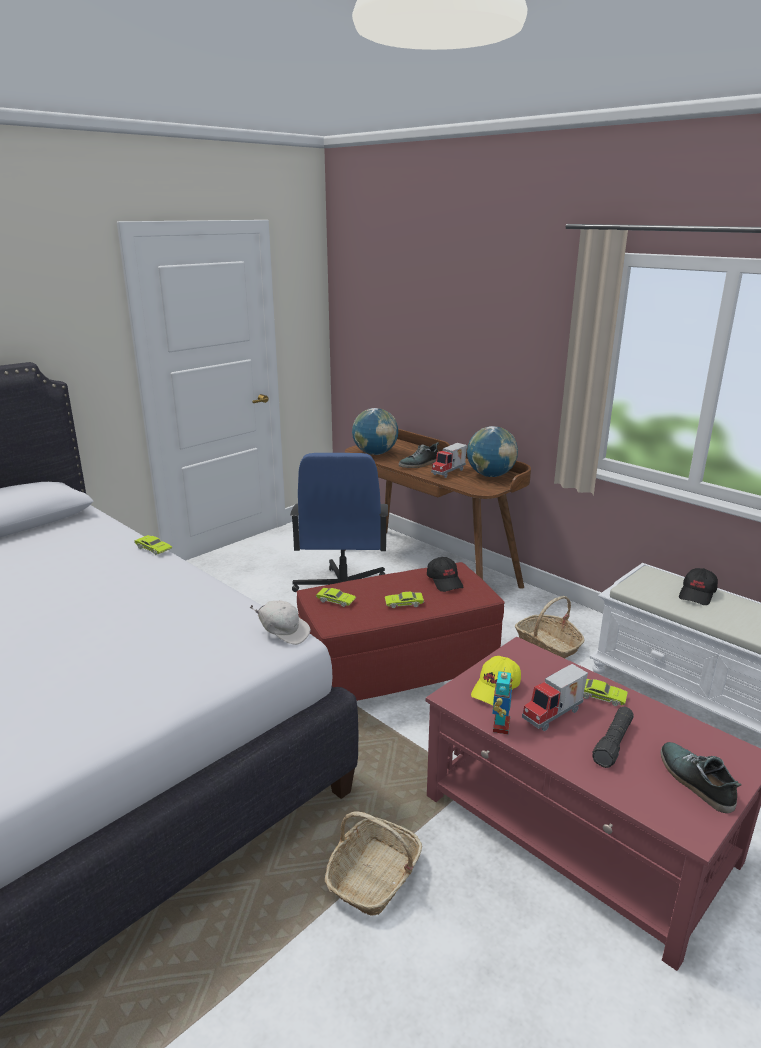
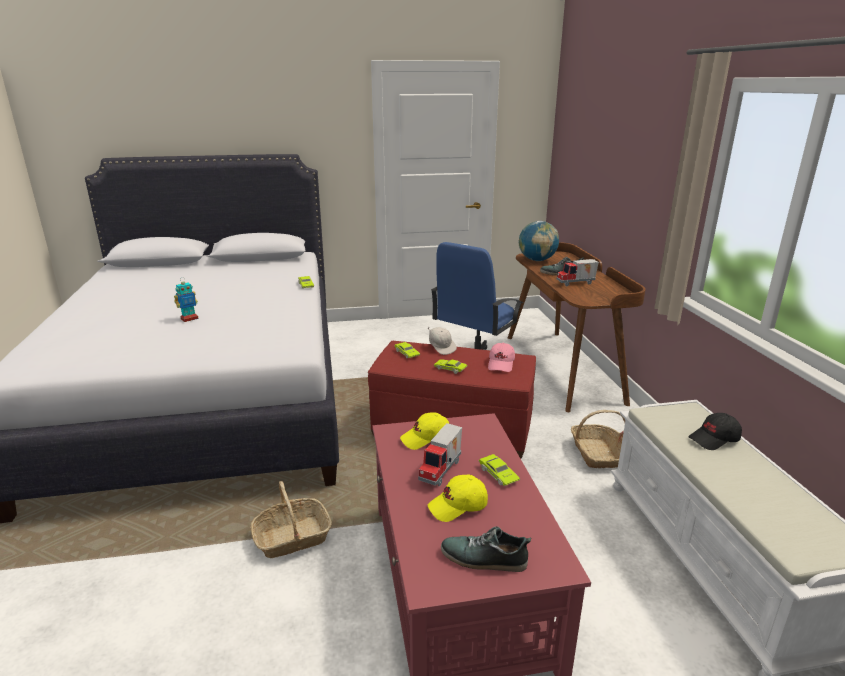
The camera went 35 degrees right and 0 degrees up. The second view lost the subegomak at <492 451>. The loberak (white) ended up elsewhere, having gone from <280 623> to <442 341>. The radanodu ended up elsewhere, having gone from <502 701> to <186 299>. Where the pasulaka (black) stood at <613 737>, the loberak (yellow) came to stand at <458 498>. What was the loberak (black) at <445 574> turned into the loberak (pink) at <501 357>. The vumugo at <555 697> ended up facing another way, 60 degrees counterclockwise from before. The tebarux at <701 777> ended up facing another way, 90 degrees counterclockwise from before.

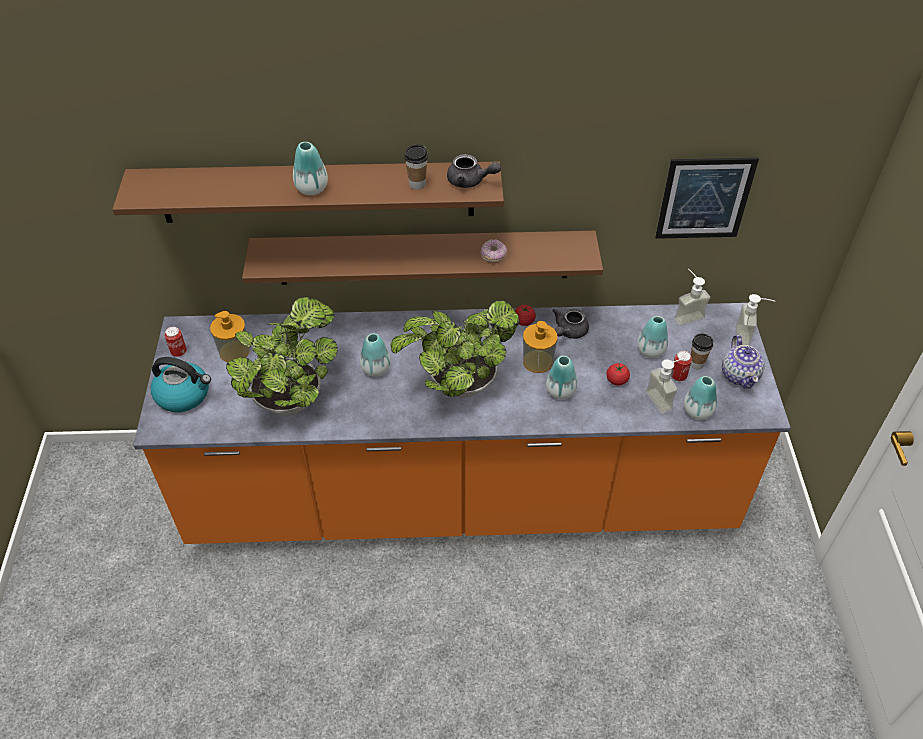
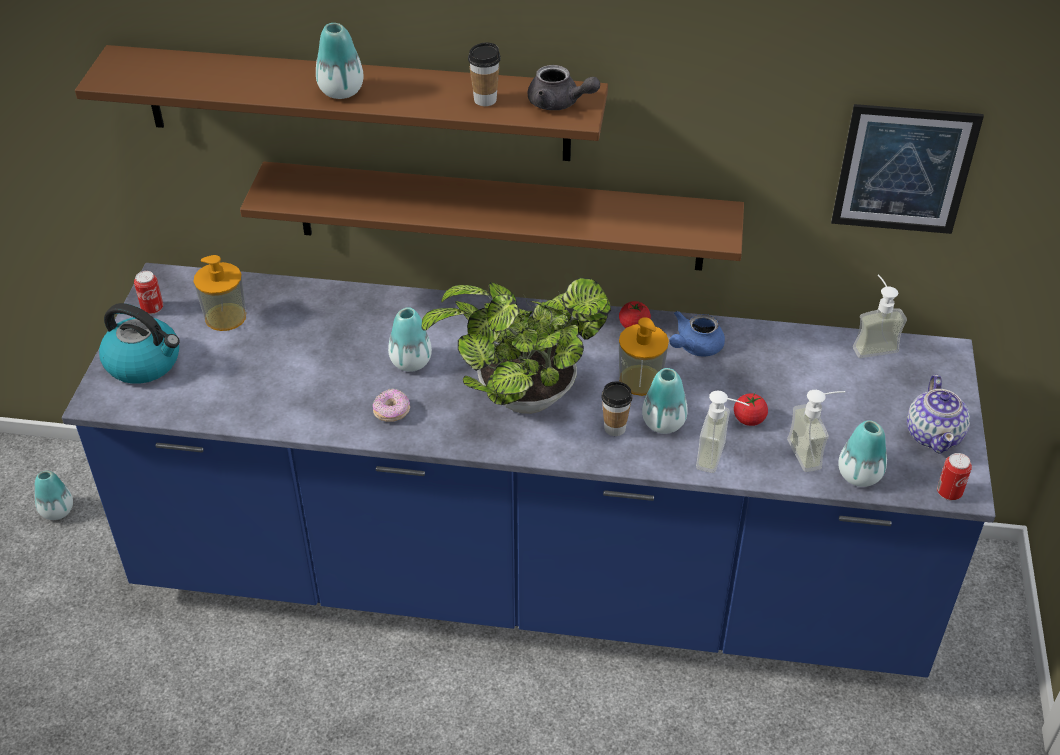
The camera went 10 degrees right and 5 degrees down. The second view lost the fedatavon at <282 356>. The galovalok ended up elsewhere, having gone from <493 250> to <391 405>. The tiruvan ended up elsewhere, having gone from <652 337> to <53 495>. The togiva ended up elsewhere, having gone from <681 366> to <954 476>. The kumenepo ended up elsewhere, having gone from <701 351> to <616 408>. The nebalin ended up elsewhere, having gone from <755 320> to <722 432>. What was the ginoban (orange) at <462 423> turned into the ginoban (blue) at <528 470>. What was the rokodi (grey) at <570 324> turned into the rokodi (blue) at <697 334>.

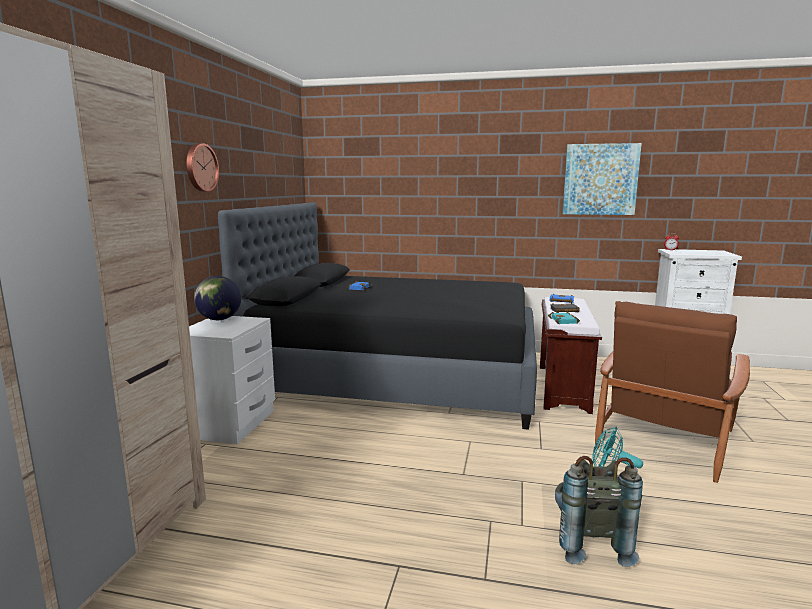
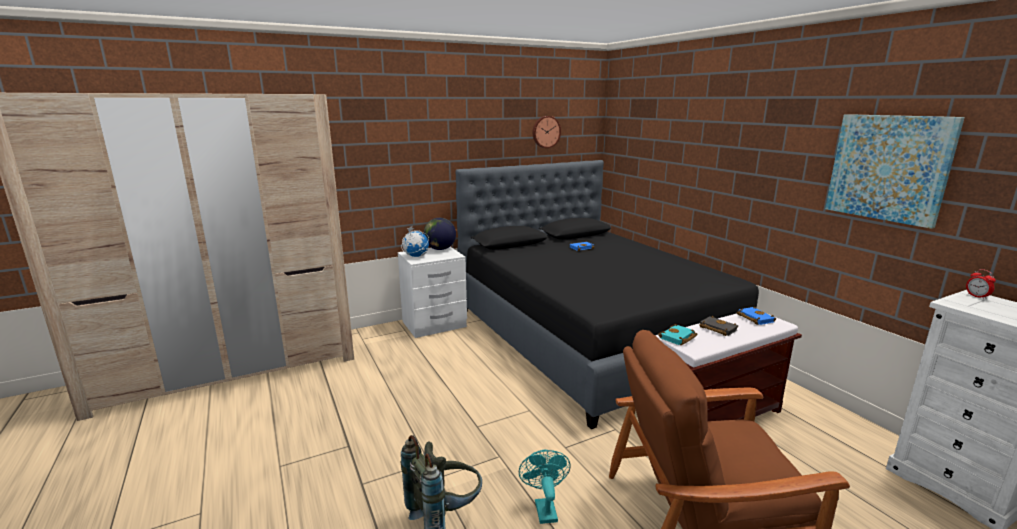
The camera went 50 degrees right and 5 degrees up. The second view gained the subegomak at <415 241>. The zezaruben ended up elsewhere, having gone from <202 167> to <547 132>.

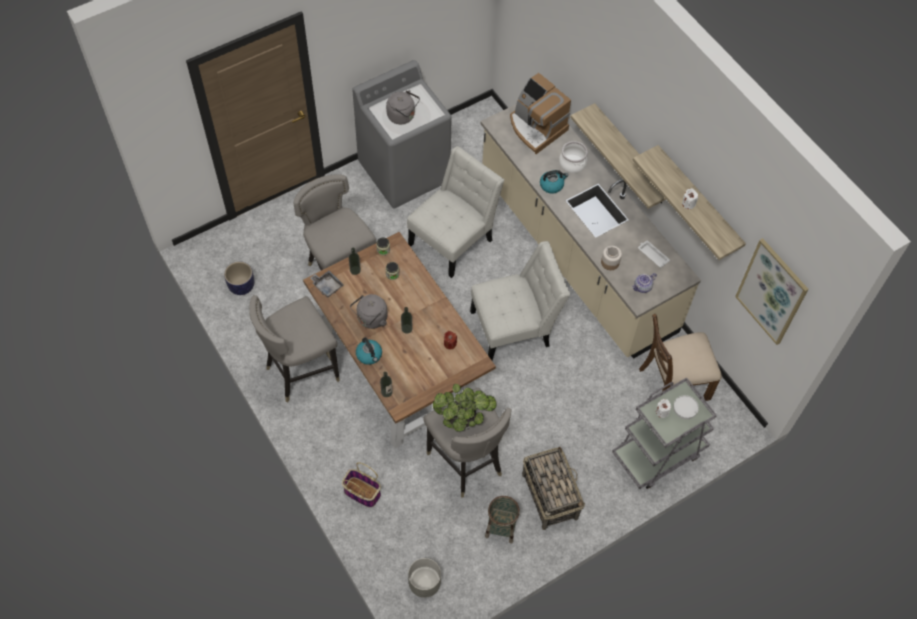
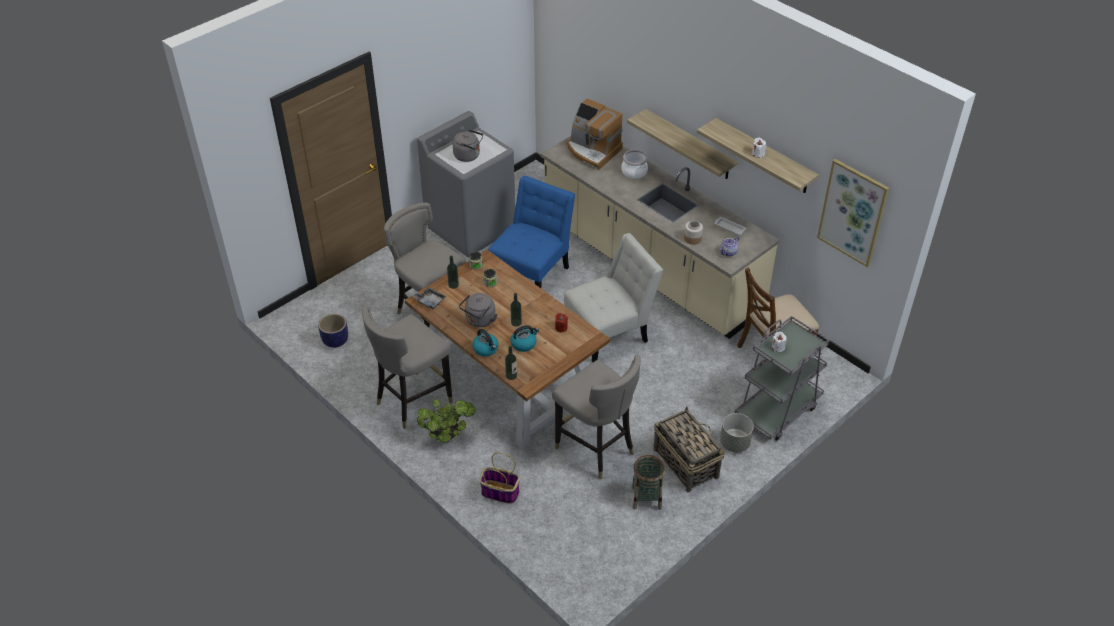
The camera went 10 degrees left and 15 degrees down. The second view lost the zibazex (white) at <686 407>. The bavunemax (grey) ended up elsewhere, having gone from <424 578> to <737 432>. The fedatavon ended up elsewhere, having gone from <465 408> to <446 421>. The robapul ended up elsewhere, having gone from <554 182> to <524 338>. What was the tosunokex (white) at <455 212> turned into the tosunokex (blue) at <531 231>.

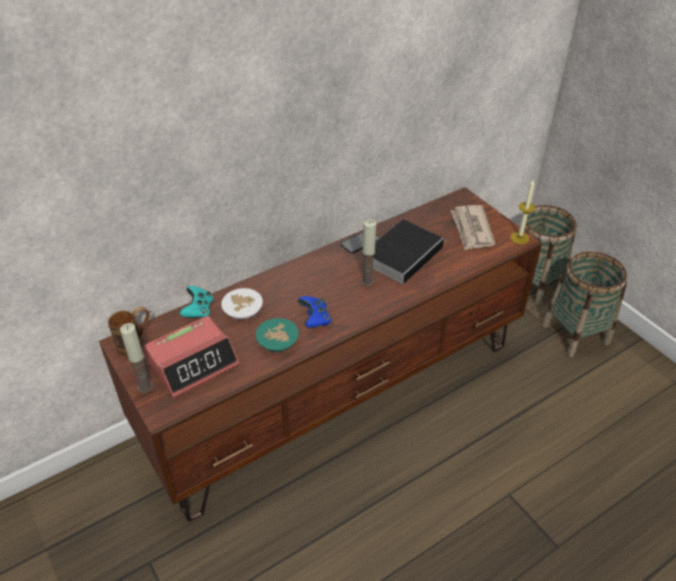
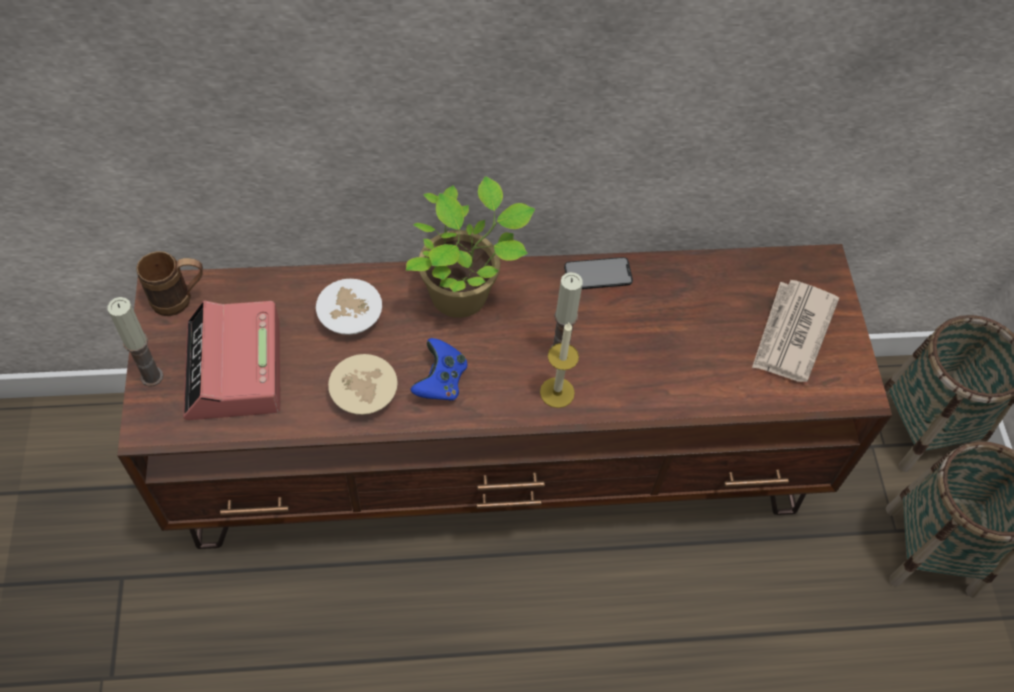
The camera went 25 degrees right and 15 degrees up. The second view lost the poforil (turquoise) at <196 302>. The second view lost the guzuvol at <409 251>. The second view gained the fedatavon at <470 247>. The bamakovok ended up elsewhere, having gone from <523 211> to <559 365>. What was the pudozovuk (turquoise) at <277 335> turned into the pudozovuk (beige) at <363 384>. The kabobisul at <191 357> ended up facing another way, 90 degrees clockwise from before.

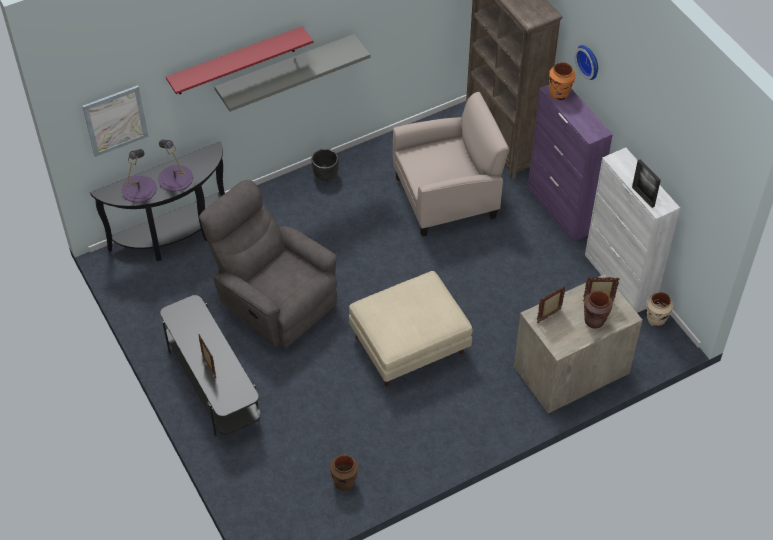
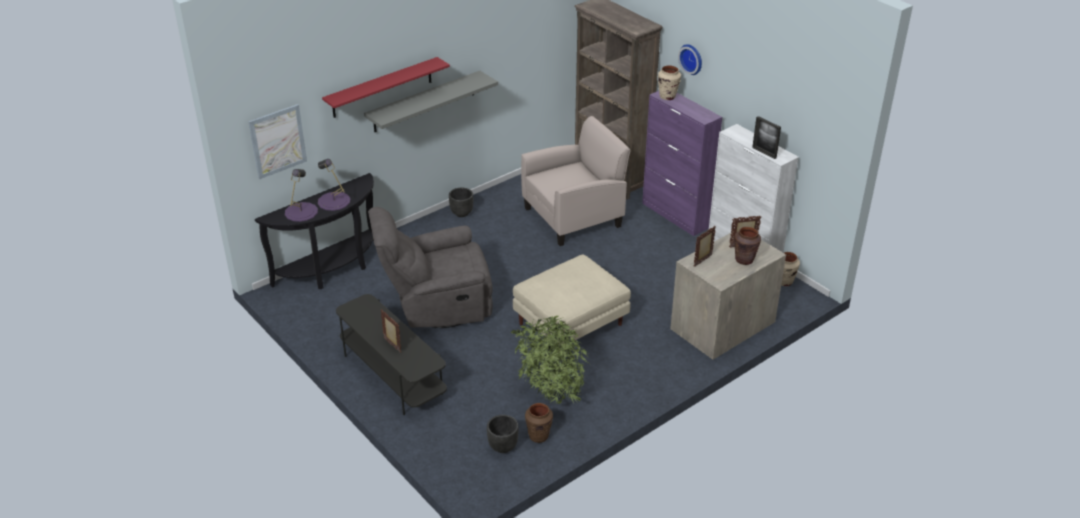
The camera went 10 degrees left and 15 degrees down. The second view gained the bavunemax (black) at <502 434>. The second view gained the fedatavon at <549 360>. What was the tiruvan (orange) at <562 81> turned into the tiruvan (beige) at <669 82>. The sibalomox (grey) at <268 264> ended up facing another way, 45 degrees counterclockwise from before.

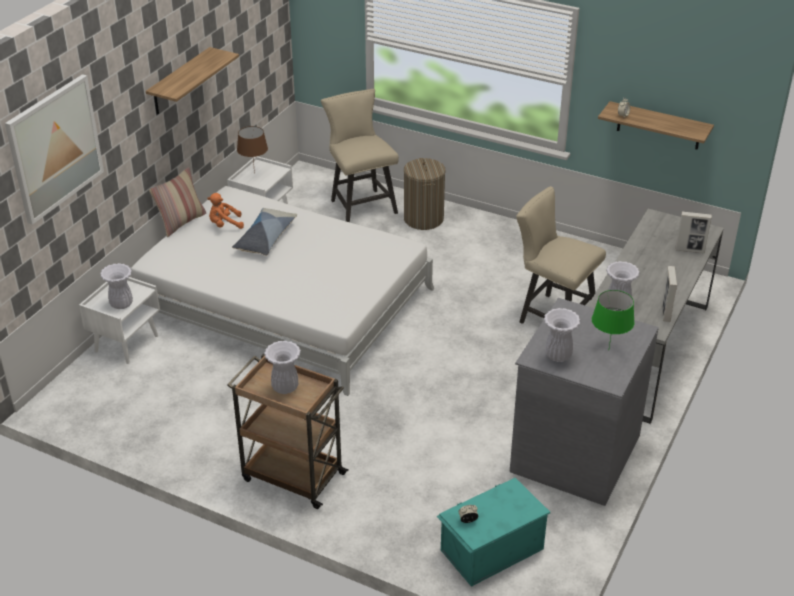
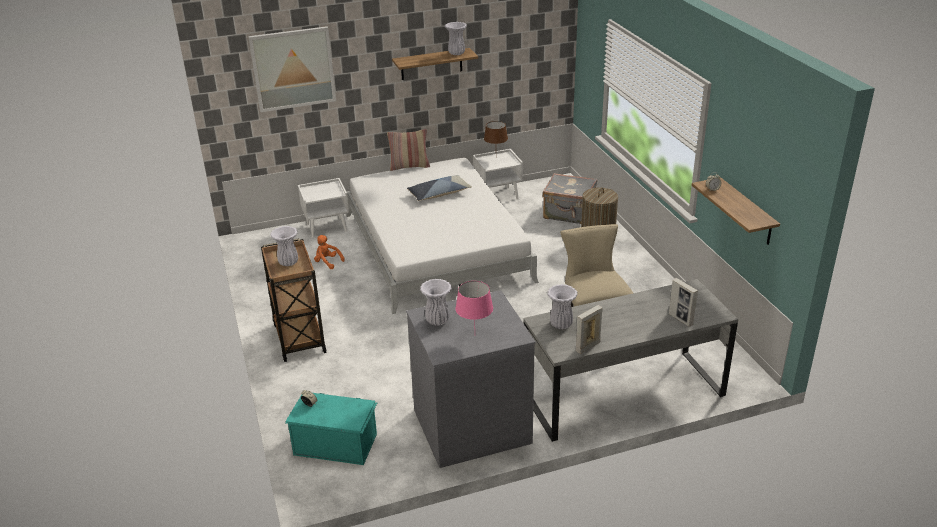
The camera went 45 degrees right and 5 degrees down. The tiruvan (white) ended up elsewhere, having gone from <116 286> to <456 38>. The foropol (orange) ended up elsewhere, having gone from <225 211> to <329 252>. Where the tosunokex (beige) stood at <360 155>, the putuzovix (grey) came to stand at <569 198>. What was the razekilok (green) at <613 320> turned into the razekilok (pink) at <474 302>.

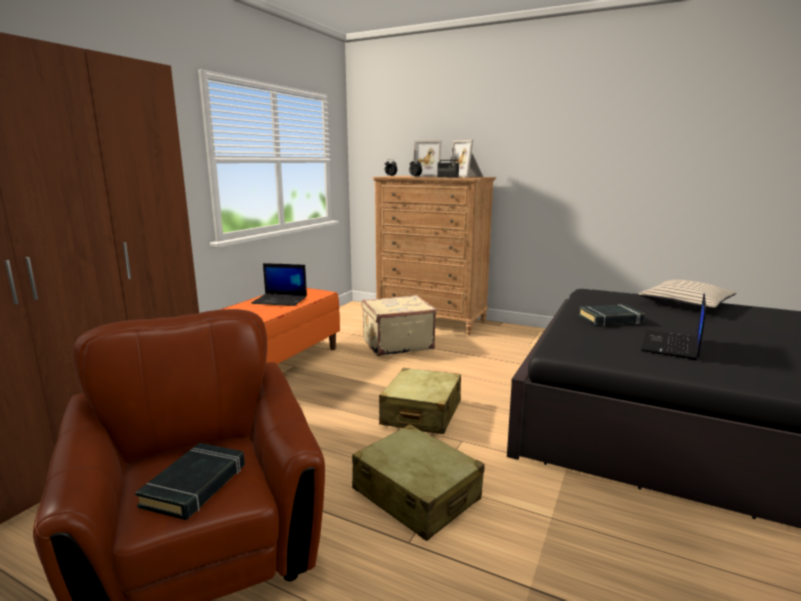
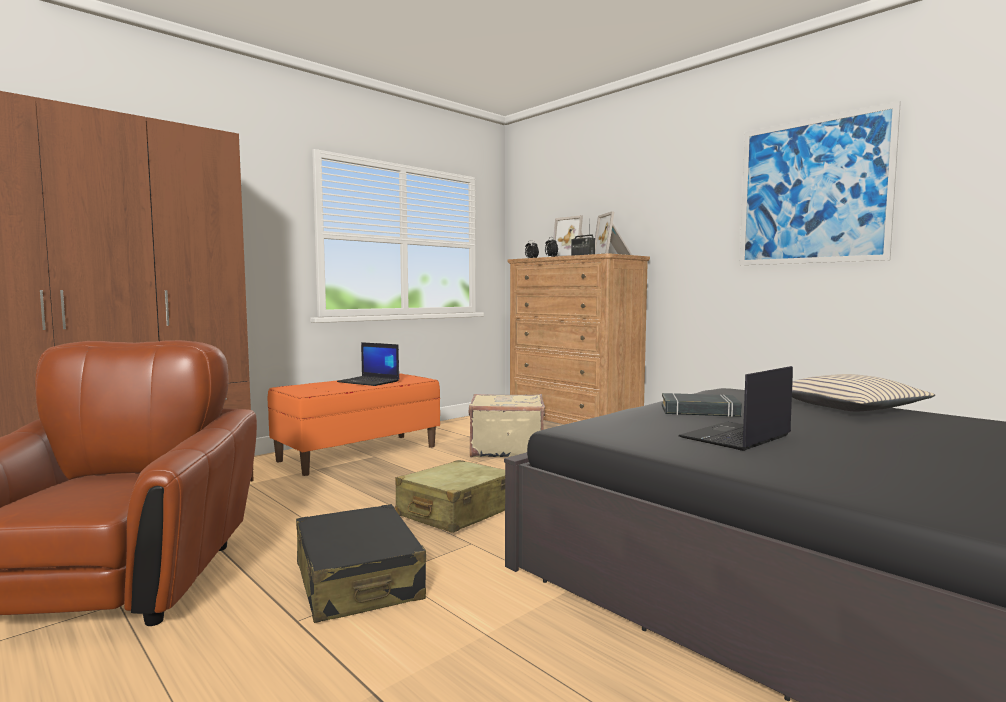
The camera went 20 degrees right and 10 degrees down. The second view lost the guzuvol (black) at <190 481>. The second view gained the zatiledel at <820 183>. What was the putuzovix (beige) at <418 482> turned into the putuzovix (black) at <361 563>.

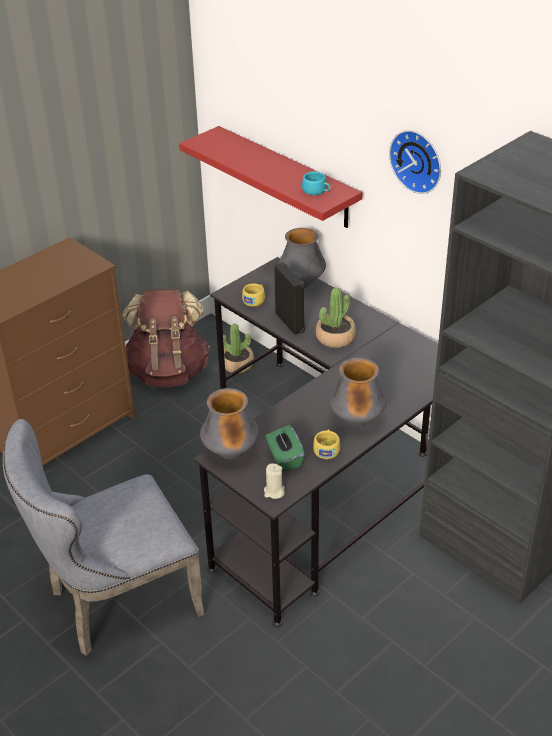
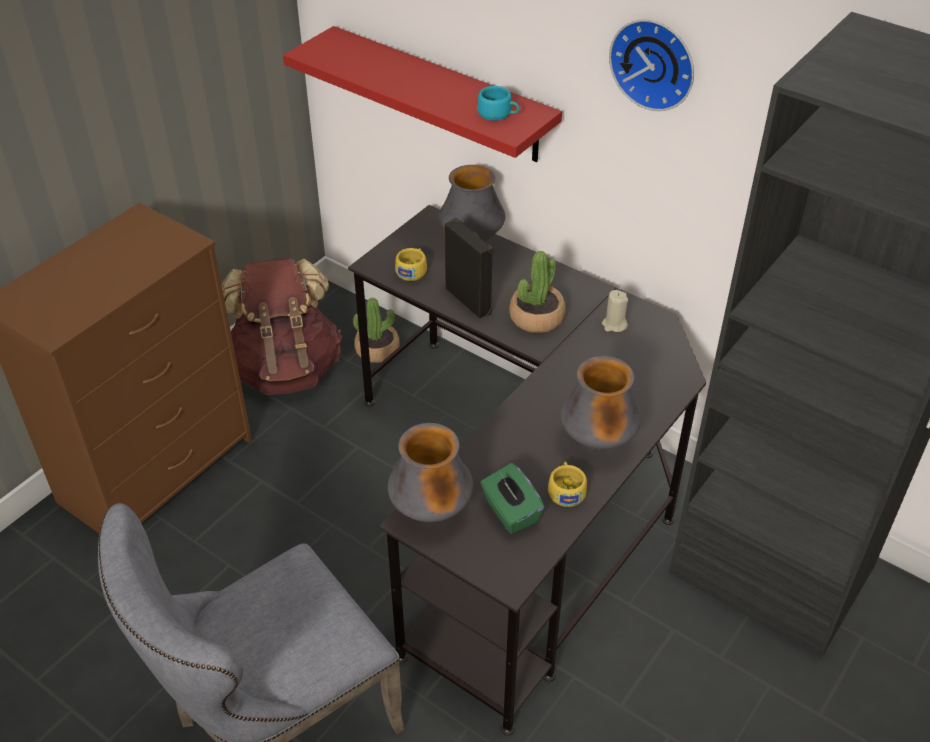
The camera went 10 degrees left and 5 degrees up. The bamakovok (beige) ended up elsewhere, having gone from <274 481> to <615 311>.

